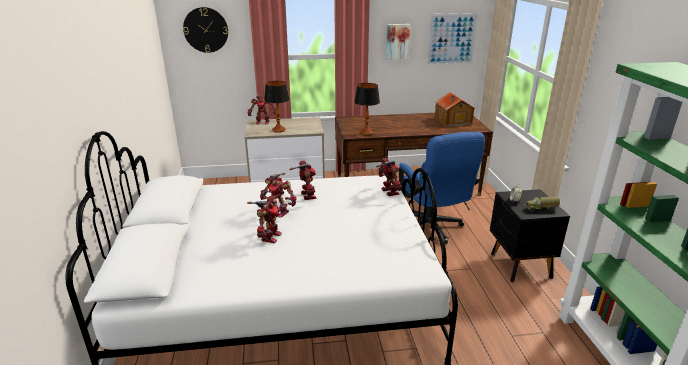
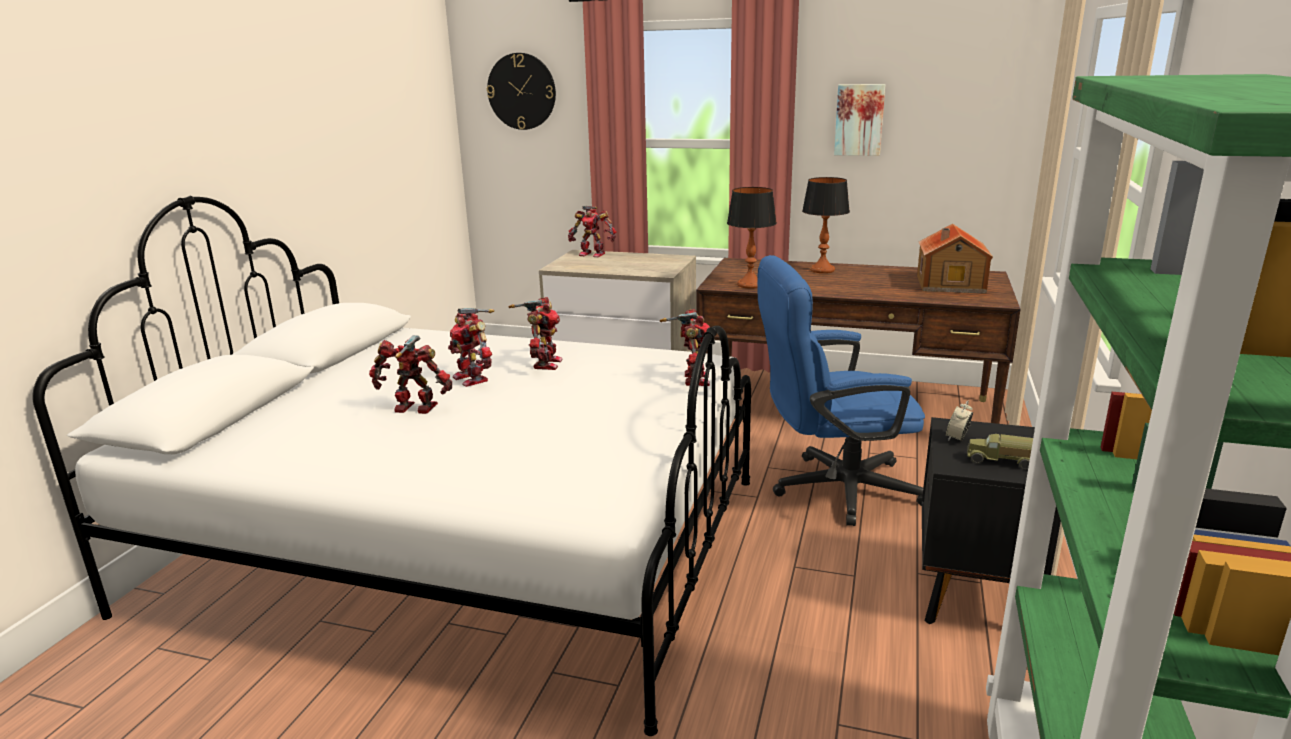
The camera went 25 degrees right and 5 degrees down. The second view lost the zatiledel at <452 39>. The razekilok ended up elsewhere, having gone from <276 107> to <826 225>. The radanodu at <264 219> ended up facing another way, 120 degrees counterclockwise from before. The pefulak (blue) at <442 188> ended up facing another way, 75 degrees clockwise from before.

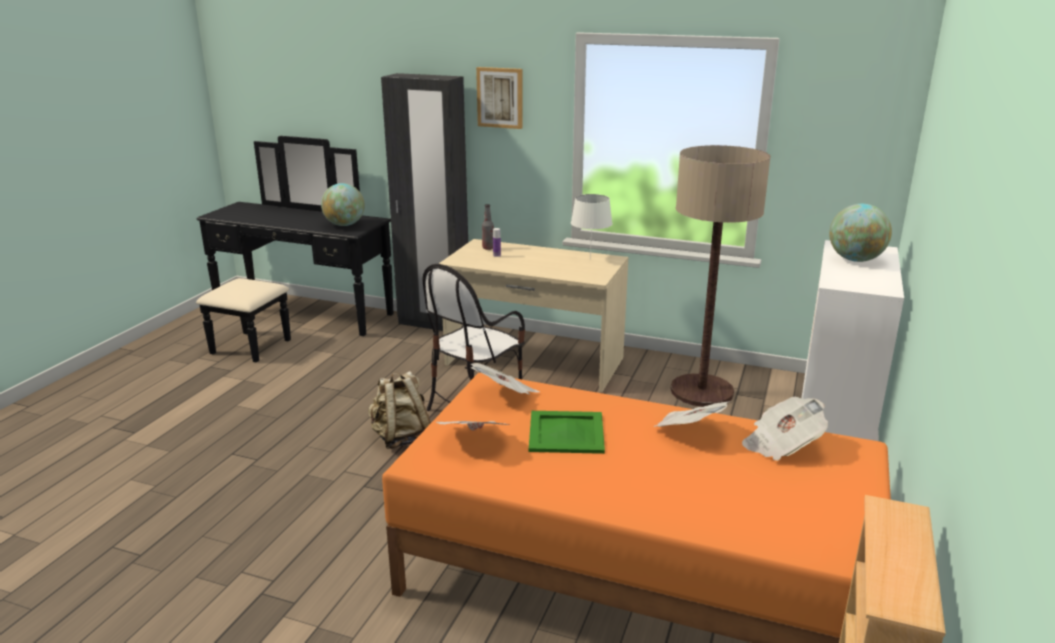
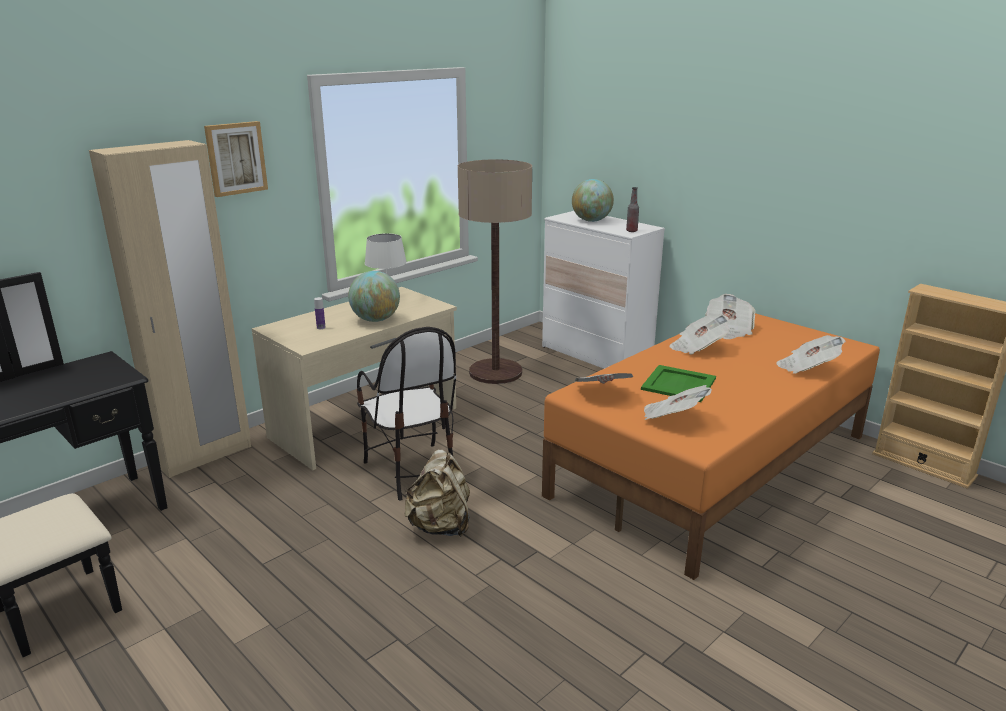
The camera went 65 degrees left and 0 degrees up. The second view gained the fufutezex at <811 354>. The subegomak ended up elsewhere, having gone from <343 204> to <374 296>. The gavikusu ended up elsewhere, having gone from <488 227> to <632 209>. What was the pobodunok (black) at <424 202> turned into the pobodunok (beige) at <170 309>.

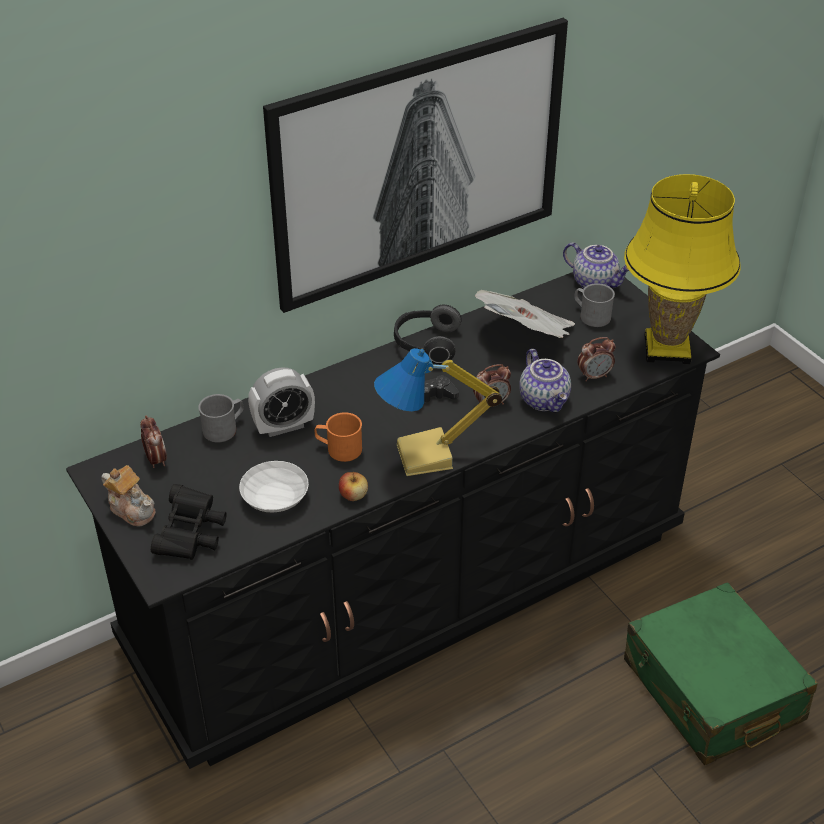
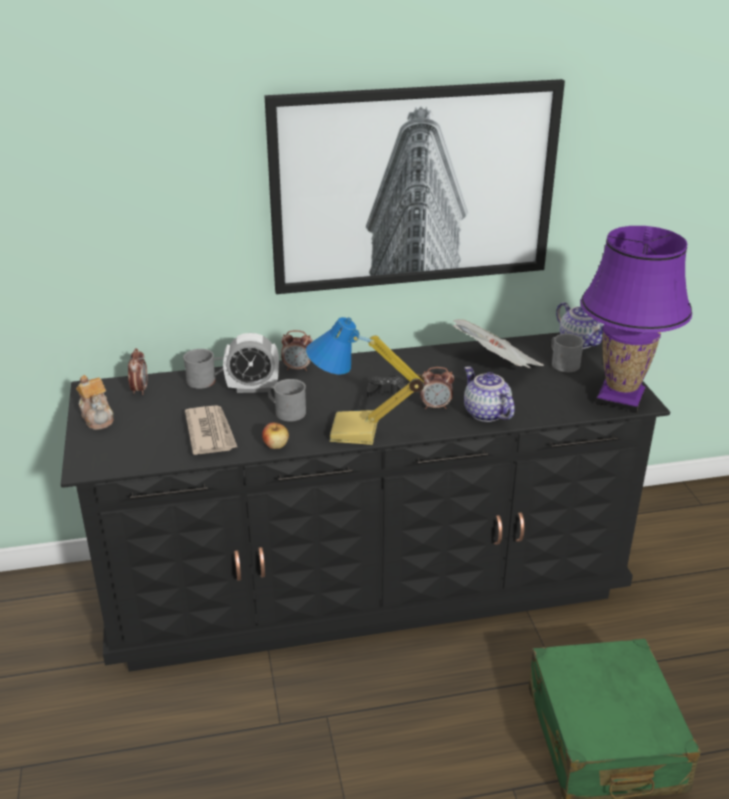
The camera went 20 degrees right and 10 degrees down. The second view lost the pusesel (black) at <189 522>. The second view lost the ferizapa at <428 334>. The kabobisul ended up elsewhere, having gone from <596 359> to <297 350>. Where the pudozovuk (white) stood at <274 487>, the fufutezex came to stand at <211 430>. What was the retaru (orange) at <338 437> turned into the retaru (grey) at <287 400>. What was the razekilok (yellow) at <682 269> turned into the razekilok (purple) at <636 320>. The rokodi at <545 381> ended up facing another way, 150 degrees clockwise from before.

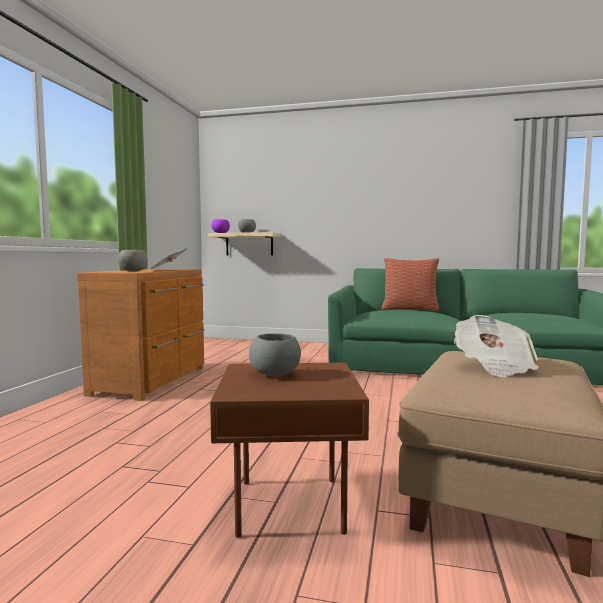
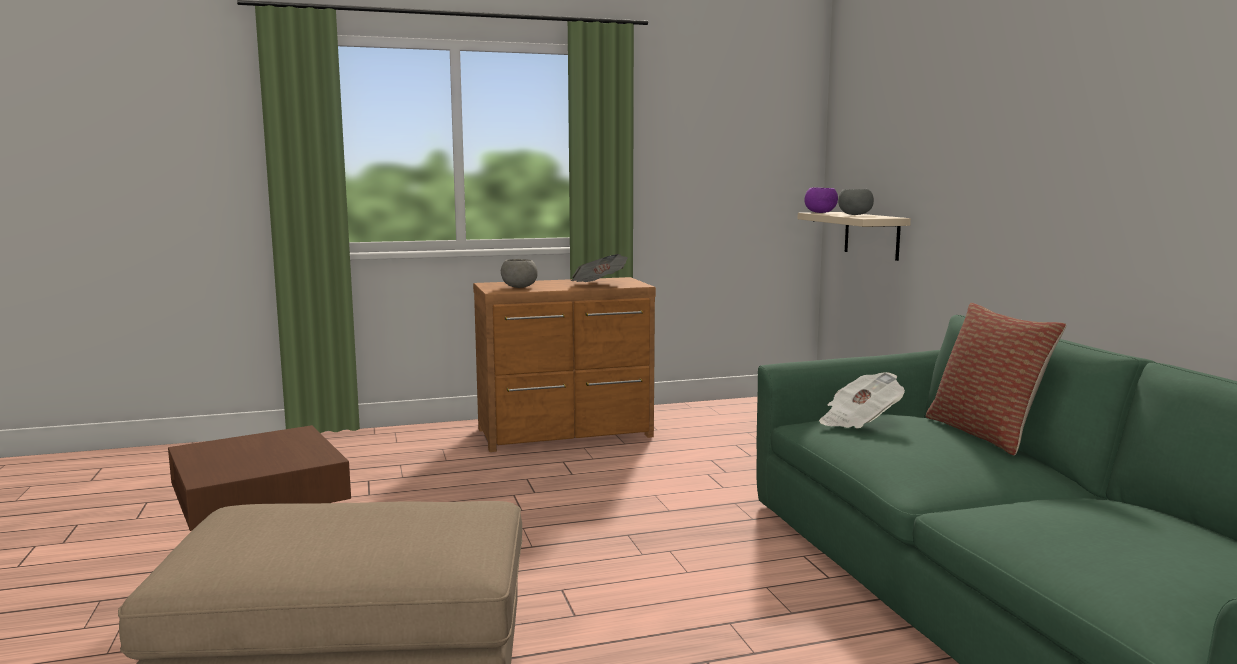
The camera went 60 degrees right and 5 degrees up. The second view lost the pudozovuk (grey) at <275 354>. The fufutezex ended up elsewhere, having gone from <496 346> to <862 400>.

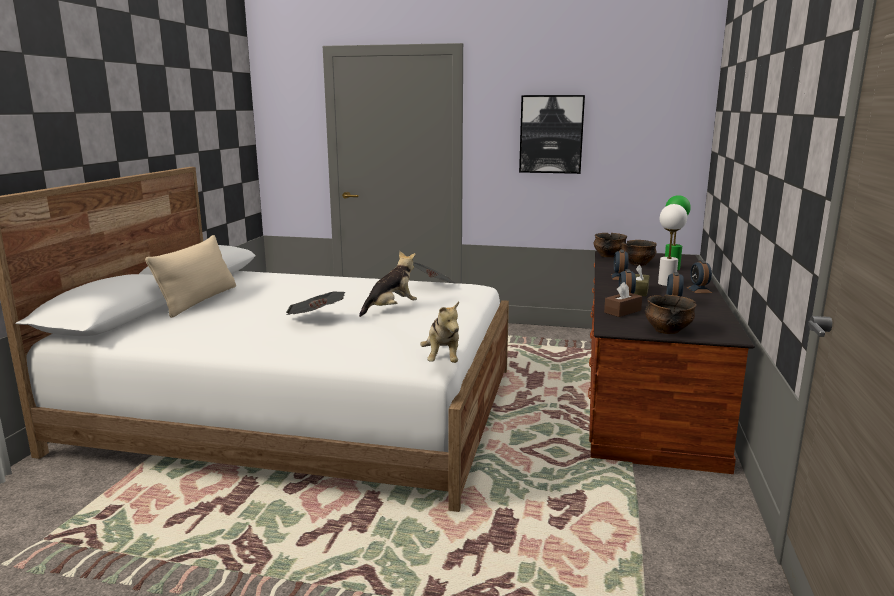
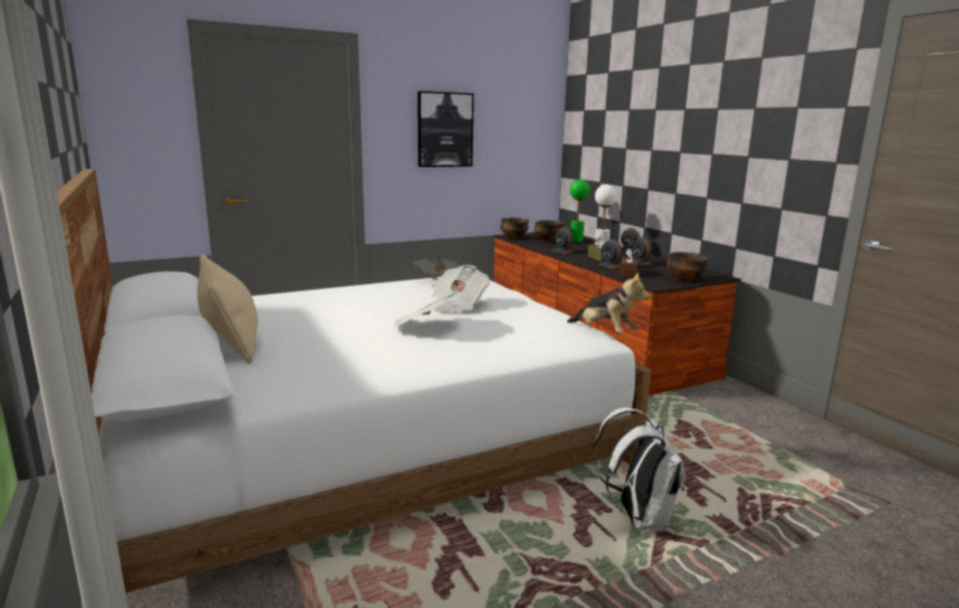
The camera went 40 degrees left and 0 degrees up. The second view gained the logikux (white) at <638 468>. Where the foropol stood at <388 284>, the fufutezex came to stand at <461 289>.

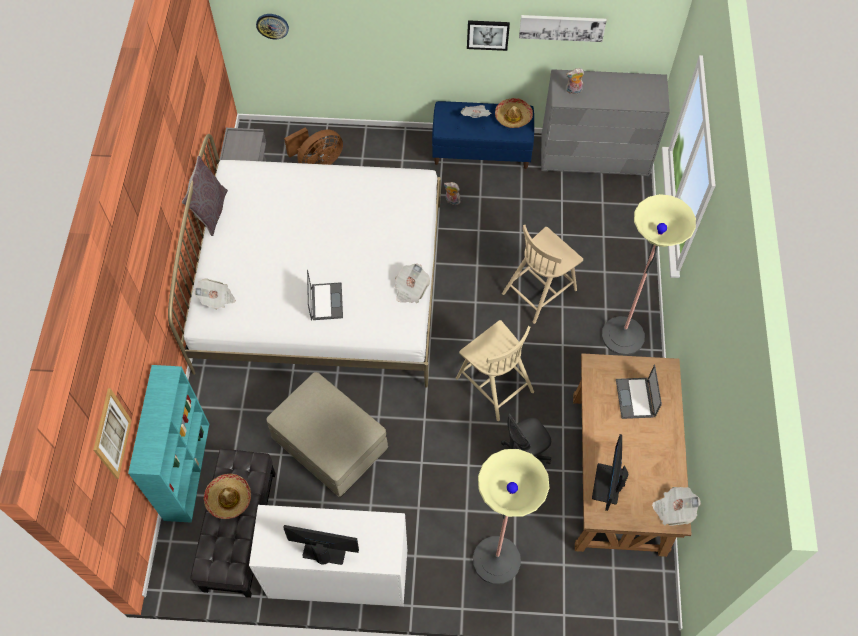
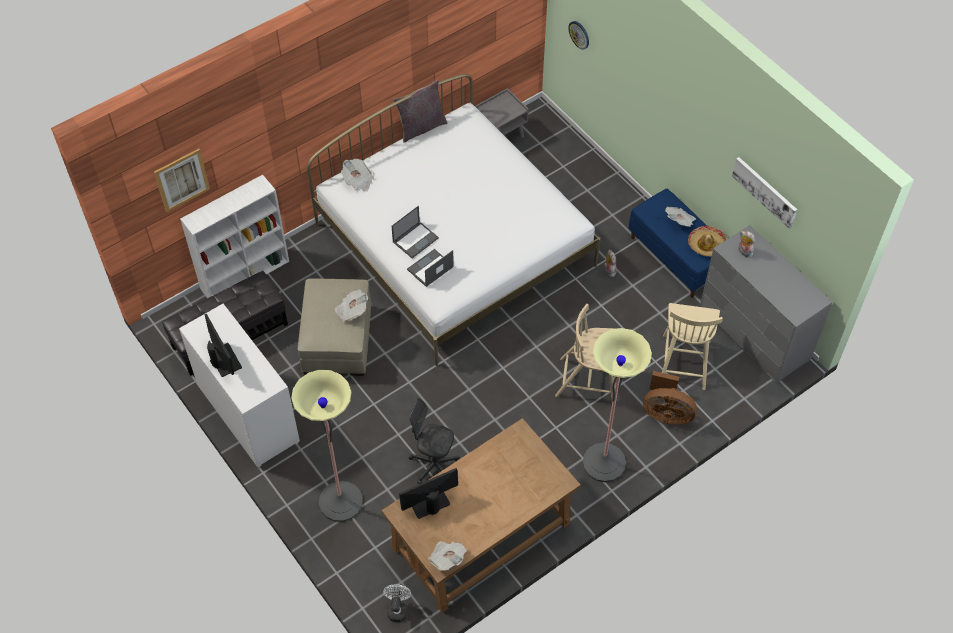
The camera went 50 degrees right and 5 degrees down. The second view lost the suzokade at <227 496>. The second view lost the zatiledel at <488 35>. The second view gained the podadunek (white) at <397 603>. The podadunek (brown) ended up elsewhere, having gone from <313 146> to <670 398>. The fufutezex ended up elsewhere, having gone from <412 283> to <351 306>. The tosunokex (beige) ended up elsewhere, having gone from <495 370> to <692 346>. The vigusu ended up elsewhere, having gone from <639 391> to <430 268>. What was the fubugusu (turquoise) at <168 444> turned into the fubugusu (white) at <234 236>.

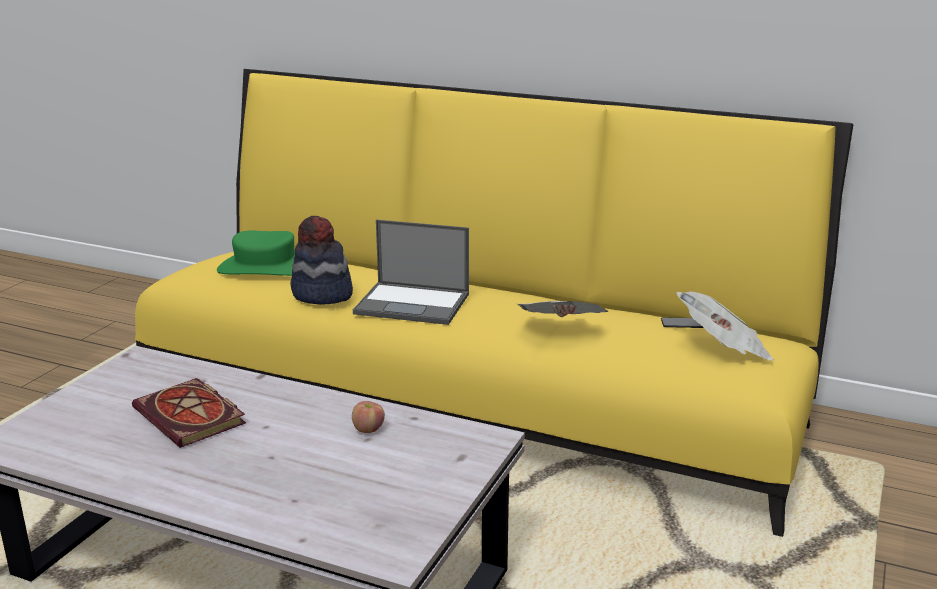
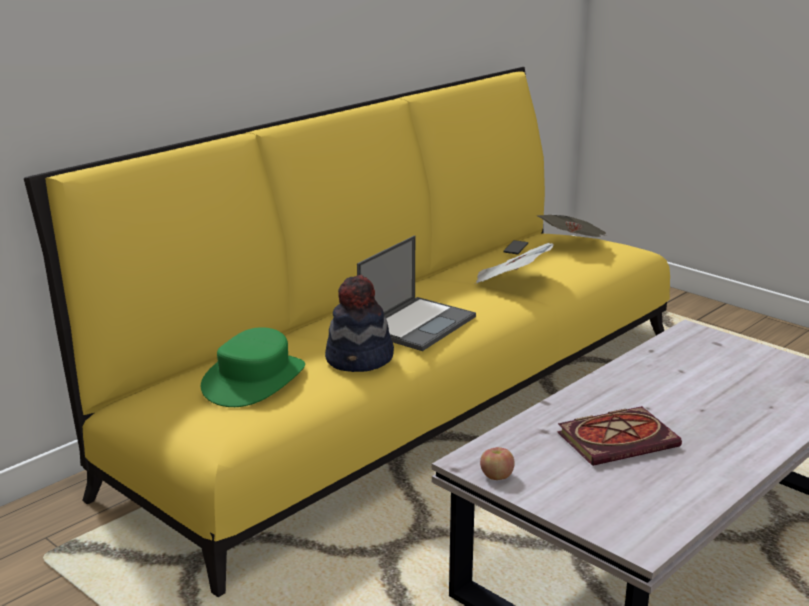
The camera went 70 degrees left and 0 degrees up. The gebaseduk ended up elsewhere, having gone from <368 417> to <497 463>.

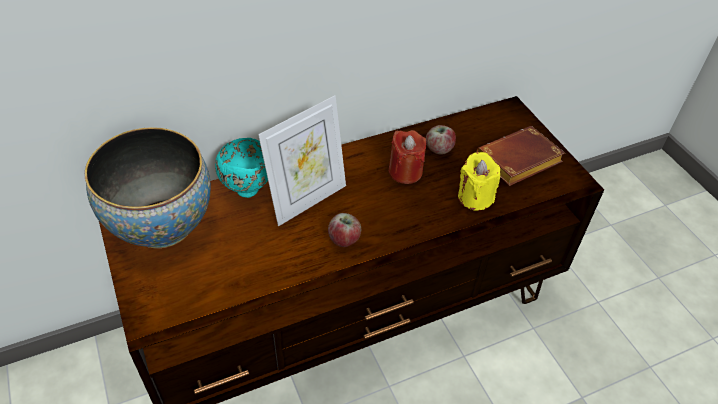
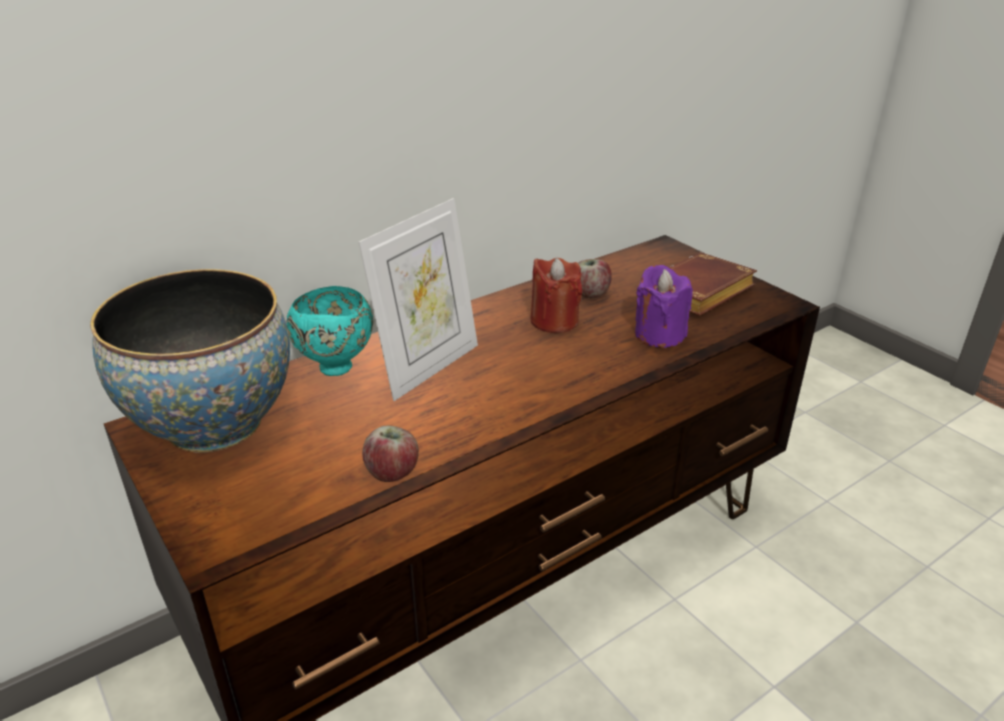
The camera went 10 degrees left and 15 degrees down. The gebaseduk ended up elsewhere, having gone from <344 230> to <390 454>. What was the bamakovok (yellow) at <479 181> turned into the bamakovok (purple) at <664 306>.

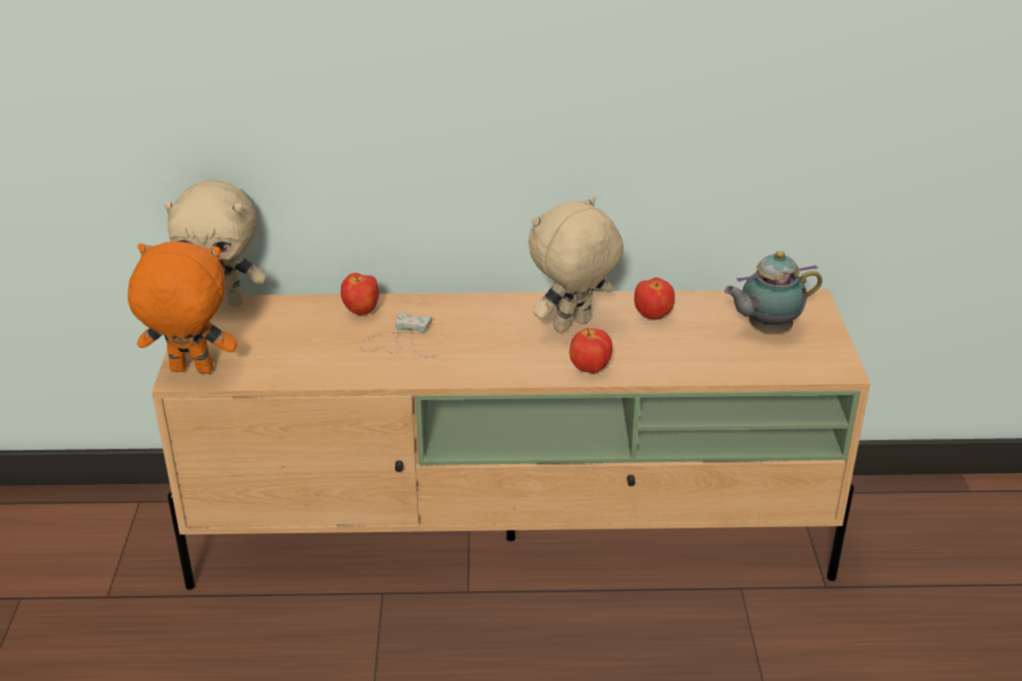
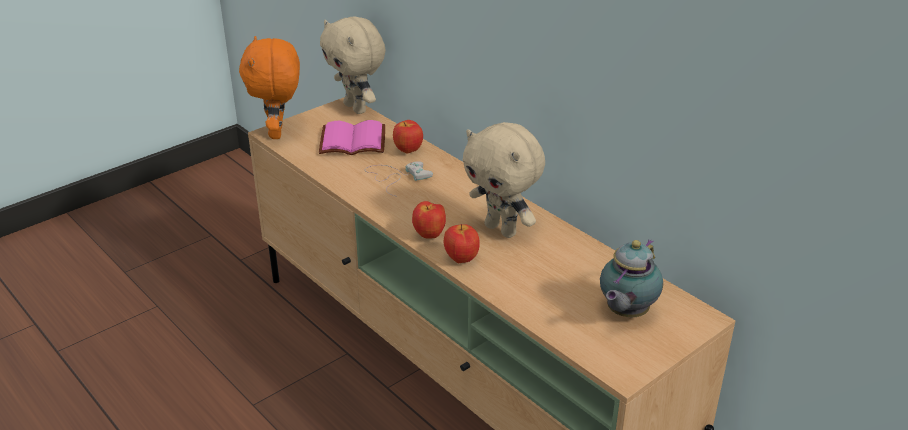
The camera went 50 degrees right and 0 degrees up. The second view gained the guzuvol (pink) at <352 137>. The gebaseduk ended up elsewhere, having gone from <654 298> to <429 220>. The foropol (orange) at <182 308> ended up facing another way, 150 degrees counterclockwise from before. The foropol (beige) at <576 264> ended up facing another way, 150 degrees counterclockwise from before. The rokodi at <773 292> ended up facing another way, 90 degrees counterclockwise from before.

